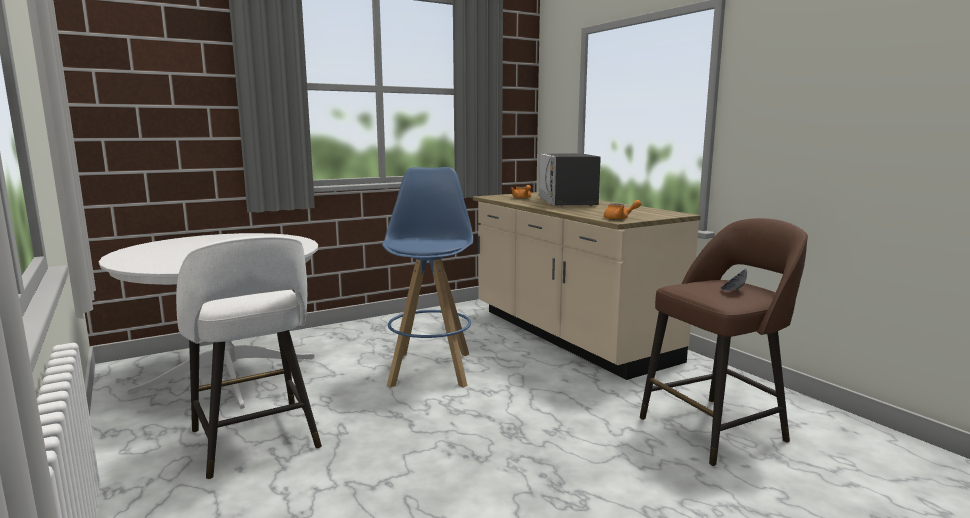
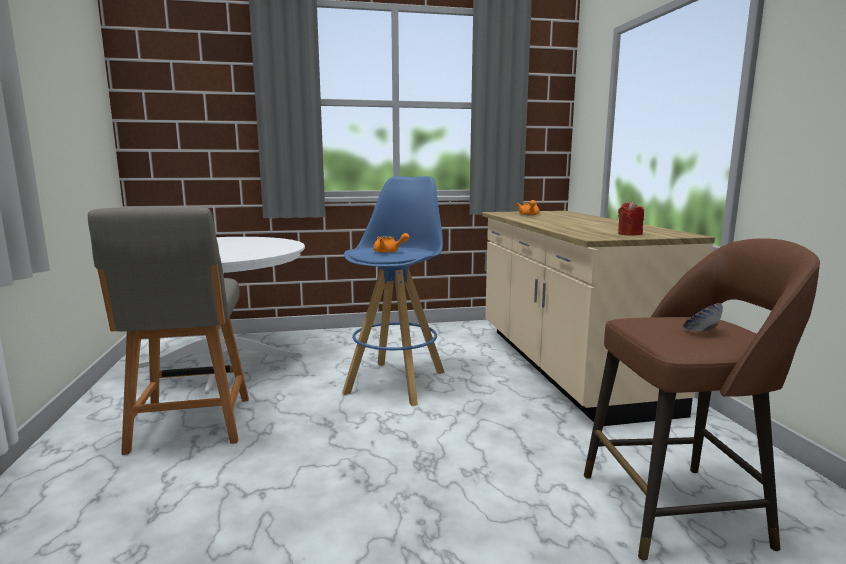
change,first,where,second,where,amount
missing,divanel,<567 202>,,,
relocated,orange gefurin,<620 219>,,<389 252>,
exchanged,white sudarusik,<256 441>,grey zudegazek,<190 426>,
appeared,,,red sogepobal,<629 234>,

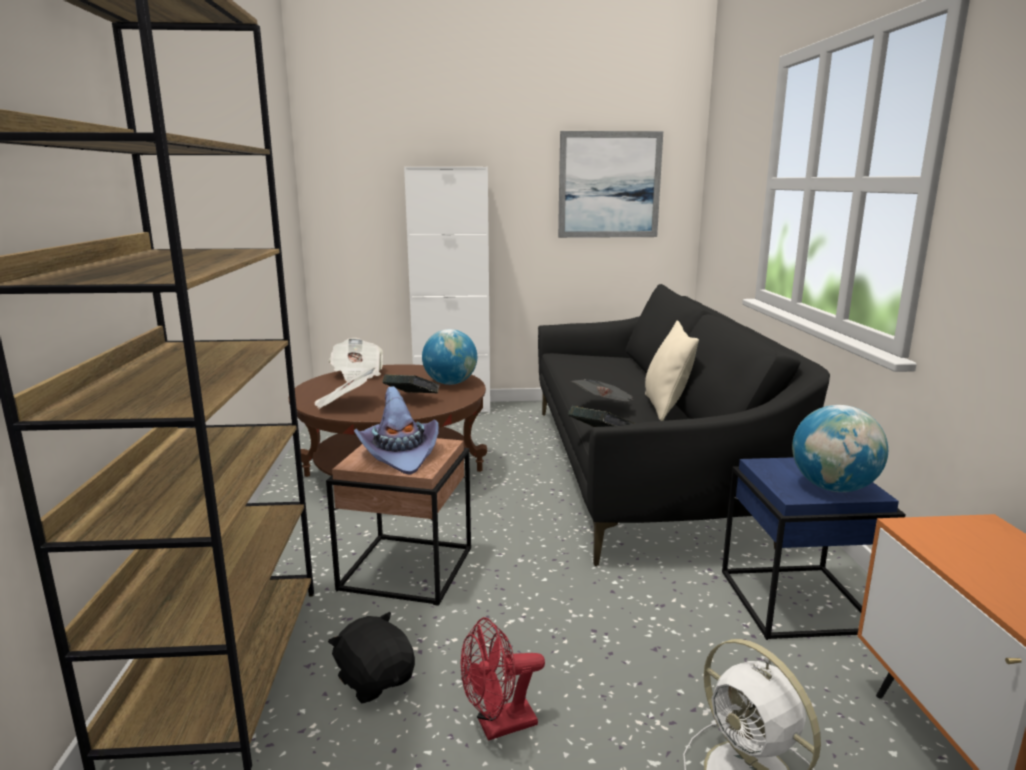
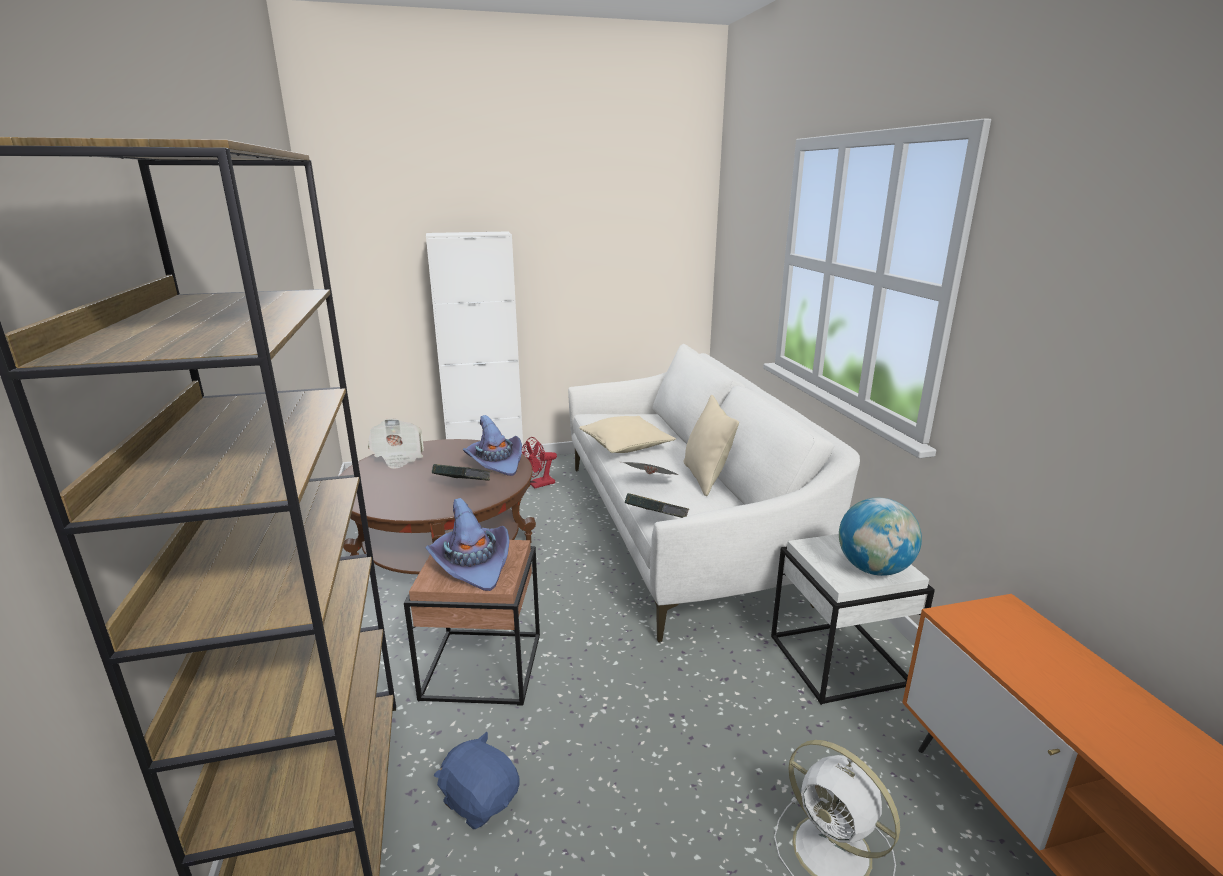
change,first,where,second,where,amount
missing,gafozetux,<609 185>,,,
colour,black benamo,<642 470>,white benamo,<680 528>,
exchanged,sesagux,<450 383>,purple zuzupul,<495 462>,
missing,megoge,<345 405>,,,
colour,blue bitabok,<798 602>,white bitabok,<840 661>,
colour,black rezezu,<375 680>,blue rezezu,<480 799>,
relocated,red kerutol,<498 726>,,<538 485>,
appeared,,,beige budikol,<626 445>,

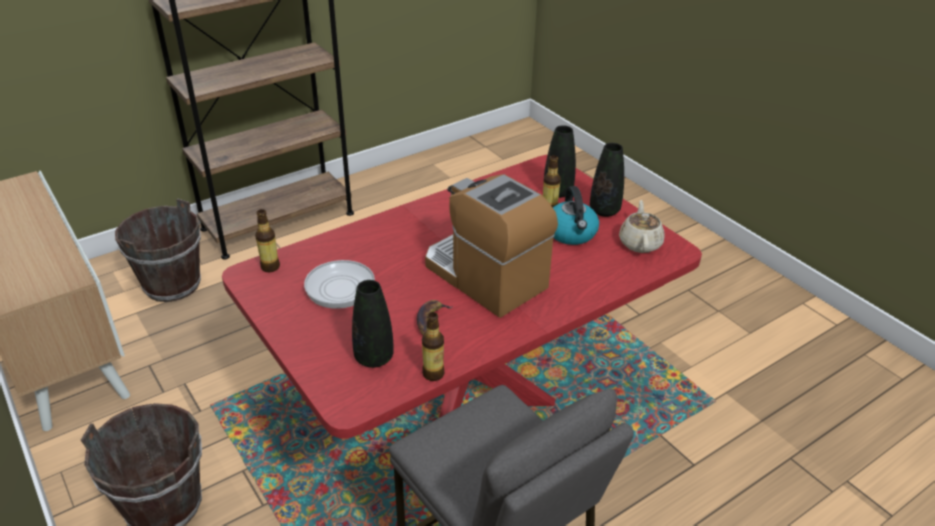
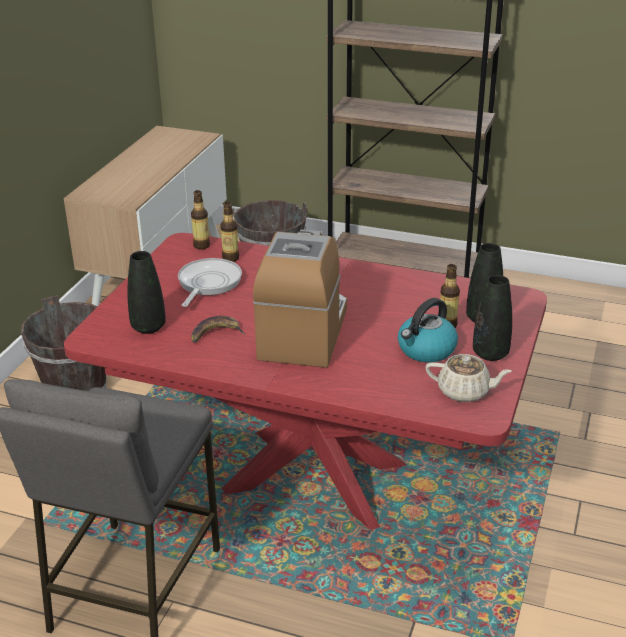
change,first,where,second,where,amount
spun,beige gefurin,<640 243>,,<465 391>,45 degrees clockwise
relocated,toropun,<433 374>,,<230 258>,

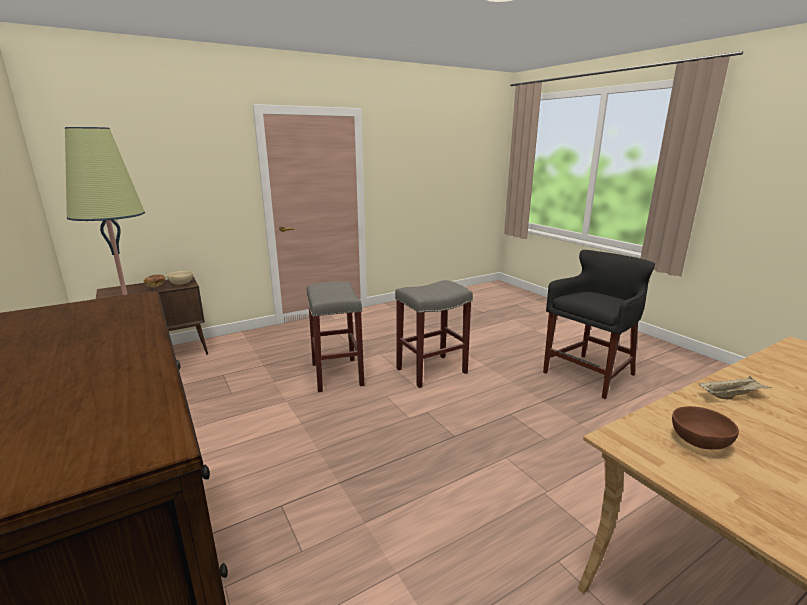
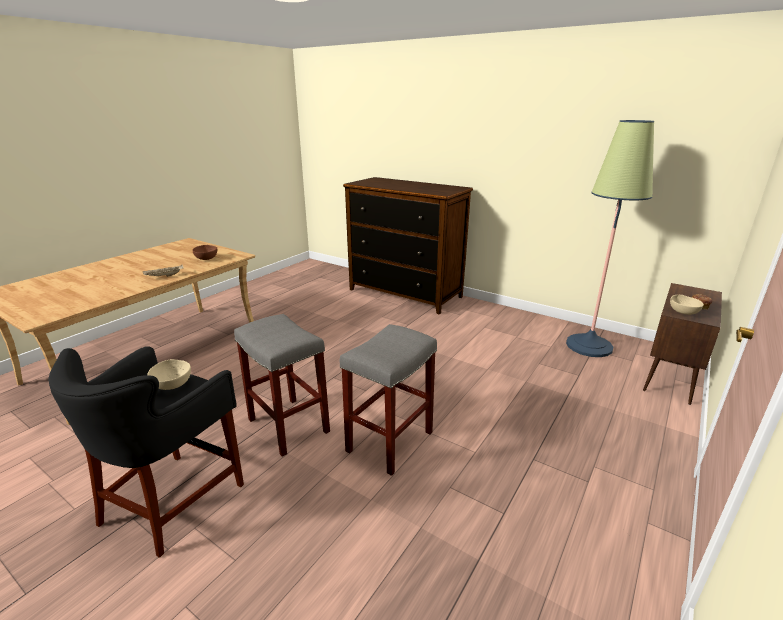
change,first,where,second,where,amount
relocated,grey sudarusik,<336 374>,,<289 426>,
appeared,,,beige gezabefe,<173 384>,

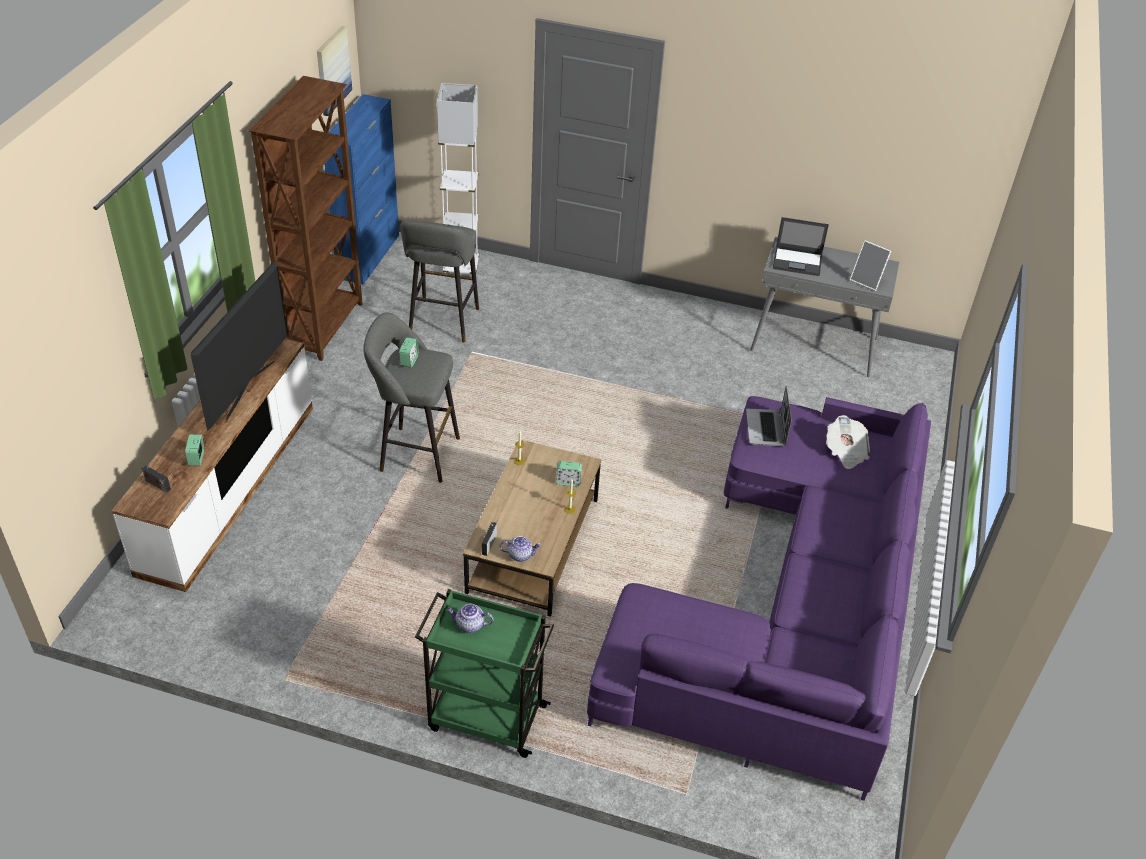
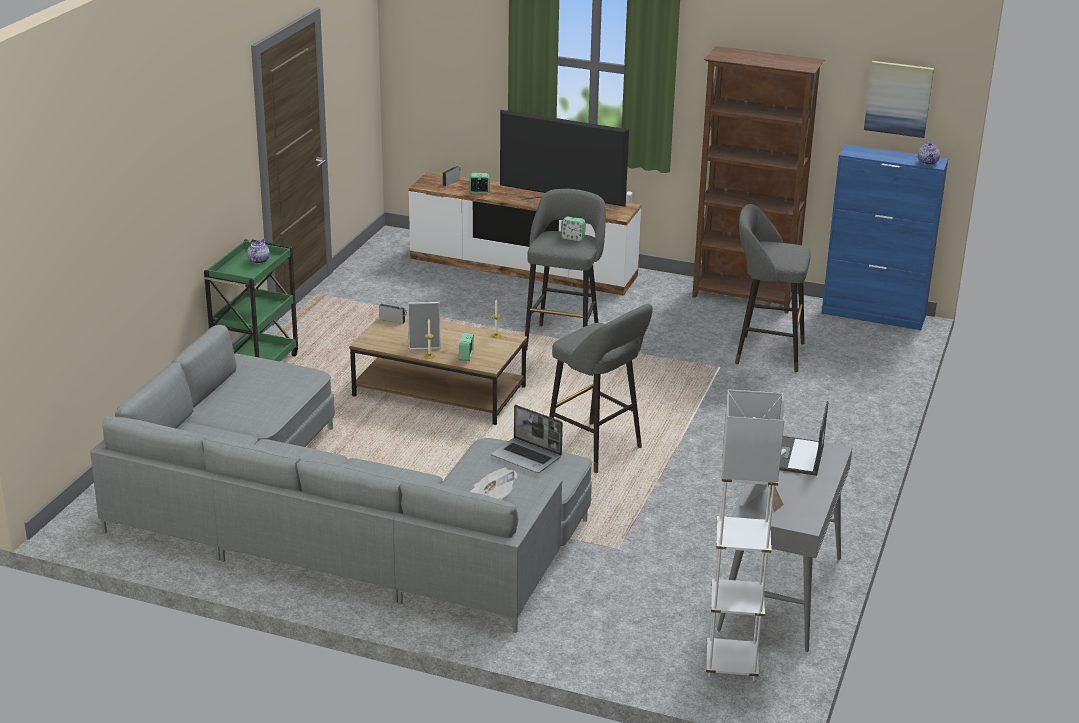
change,first,where,second,where,amount
relocated,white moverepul,<461 267>,,<731 664>,
spun,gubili,<766 429>,,<527 457>,150 degrees counterclockwise
colour,purple benamo,<790 607>,grey benamo,<334 521>,
relocated,gefurin,<520 555>,,<928 162>,
appeared,,,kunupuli,<424 344>,
appeared,,,grey sudarusik,<597 450>,

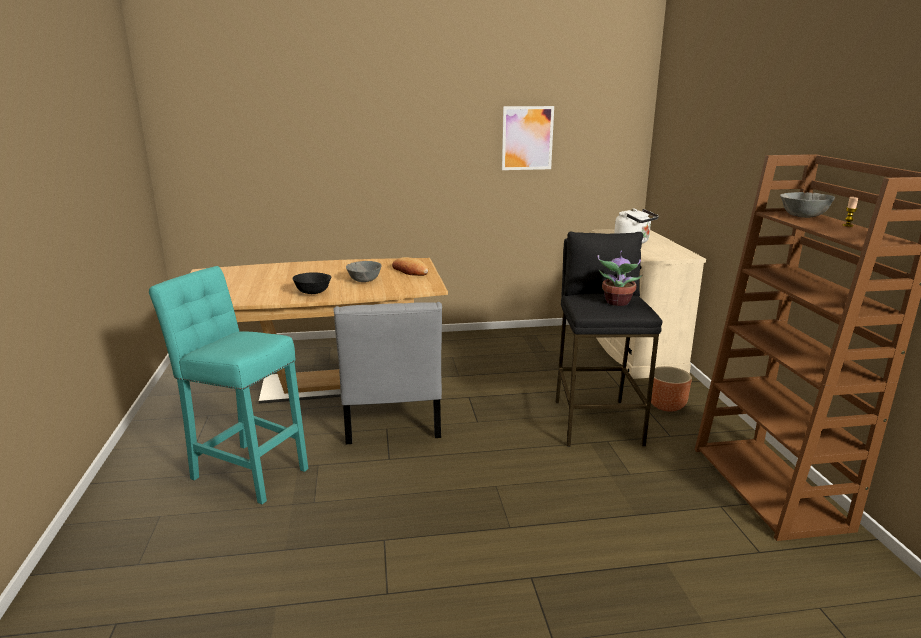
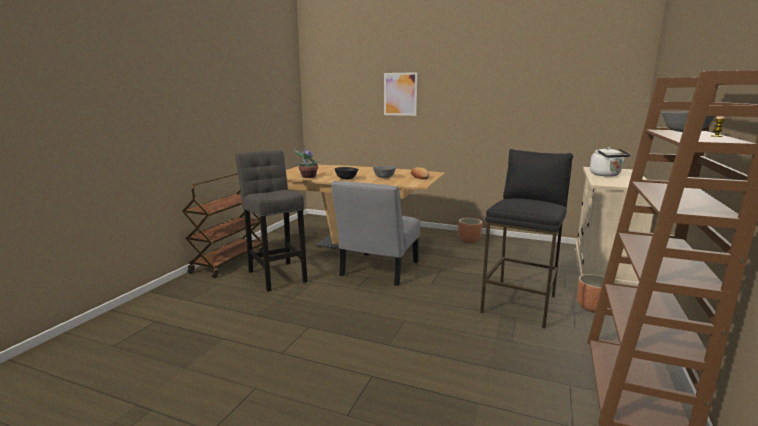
change,first,where,second,where,amount
relocated,gafozetux,<527 138>,,<400 94>,
relocated,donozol,<617 303>,,<307 177>,
colour,turquoise sudarusik,<246 471>,grey sudarusik,<277 275>,
appeared,,,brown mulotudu,<229 261>,
appeared,,,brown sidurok,<469 240>,

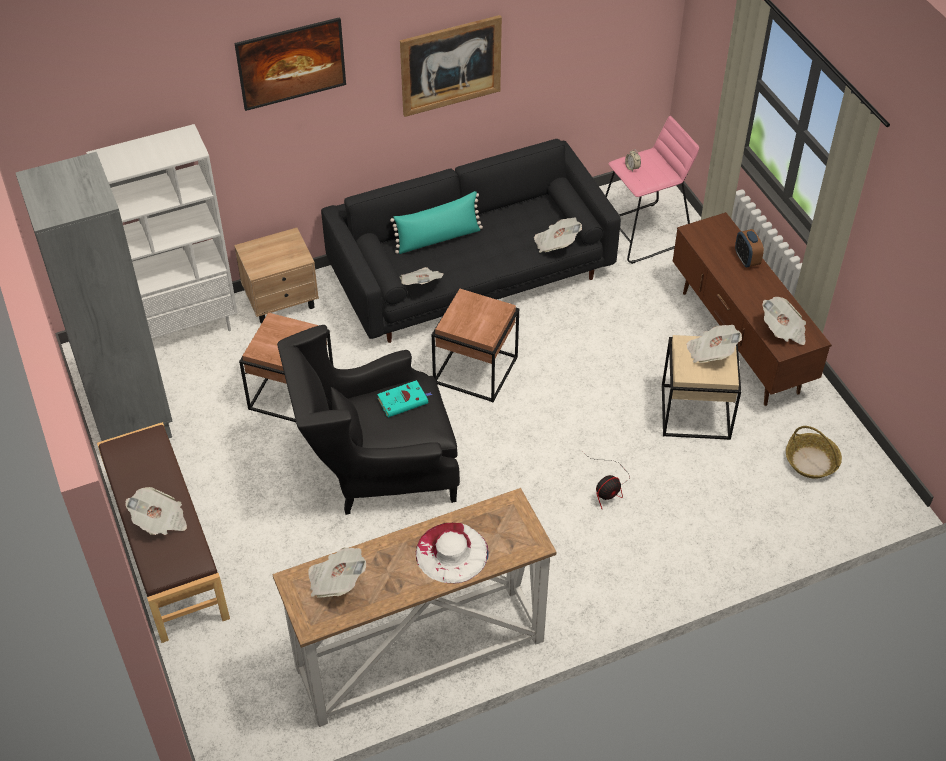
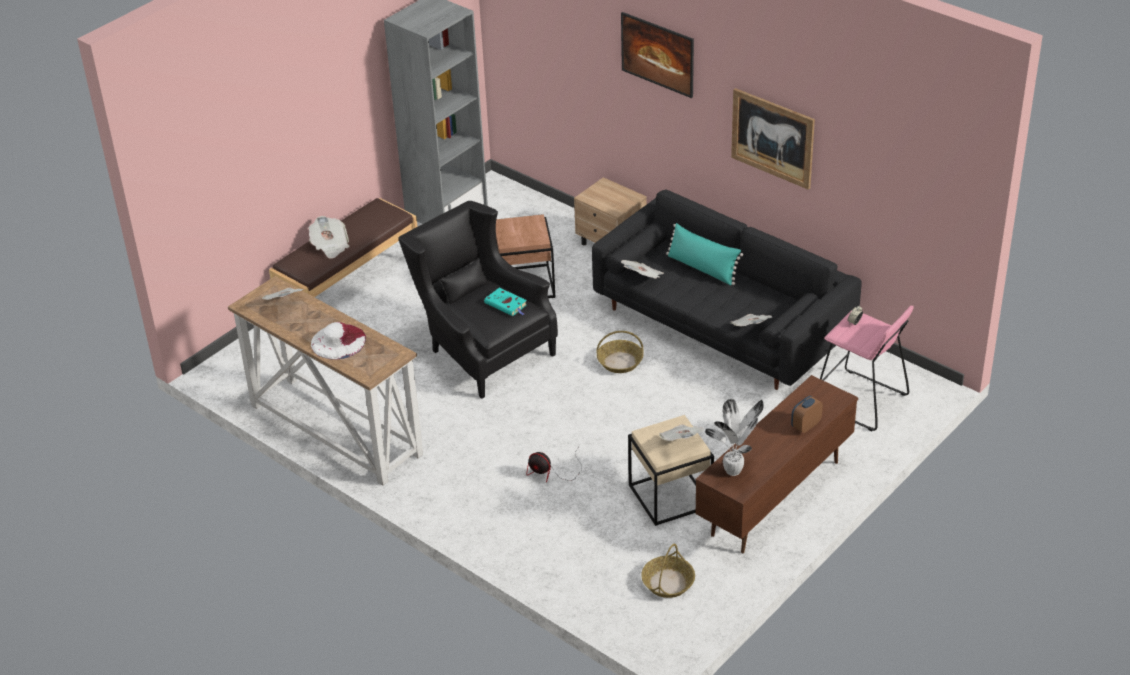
change,first,where,second,where,amount
missing,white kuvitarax,<187 328>,,,
exchanged,brown bitabok,<475 369>,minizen,<620 362>,
exchanged,megoge,<783 331>,donozol,<735 471>,

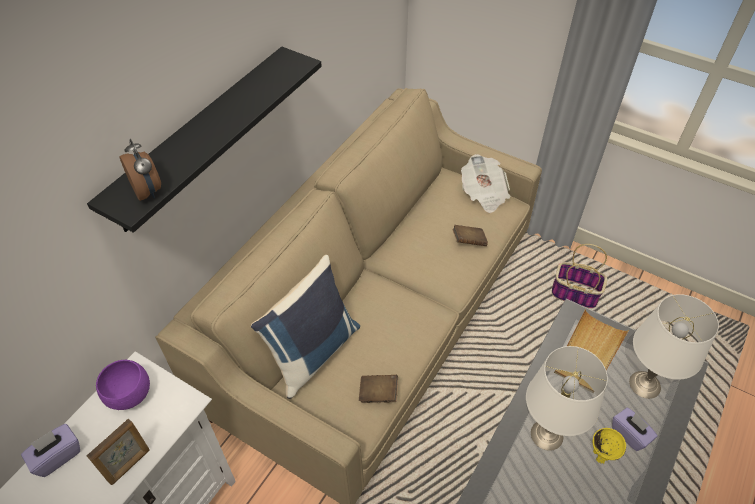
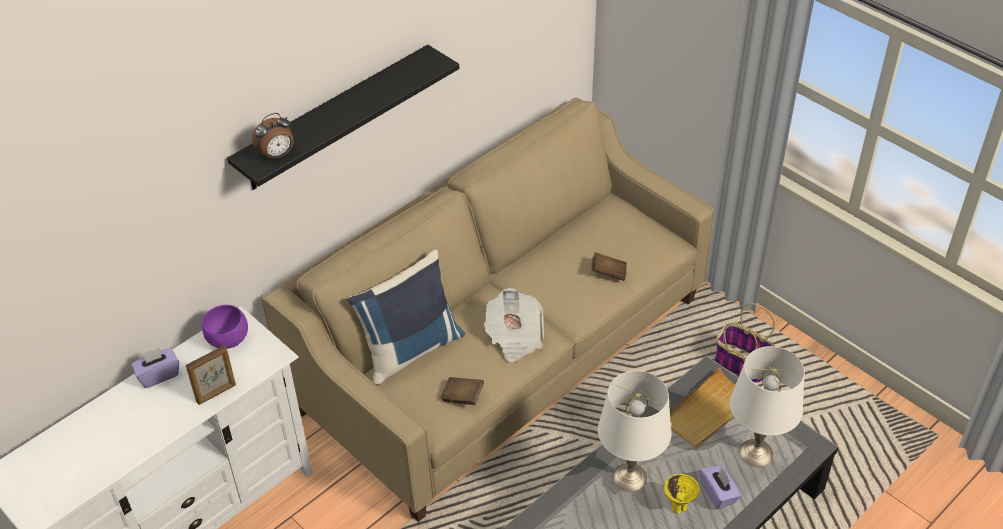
change,first,where,second,where,amount
spun,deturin,<148 191>,,<277 155>,75 degrees clockwise
relocated,megoge,<484 193>,,<514 337>,

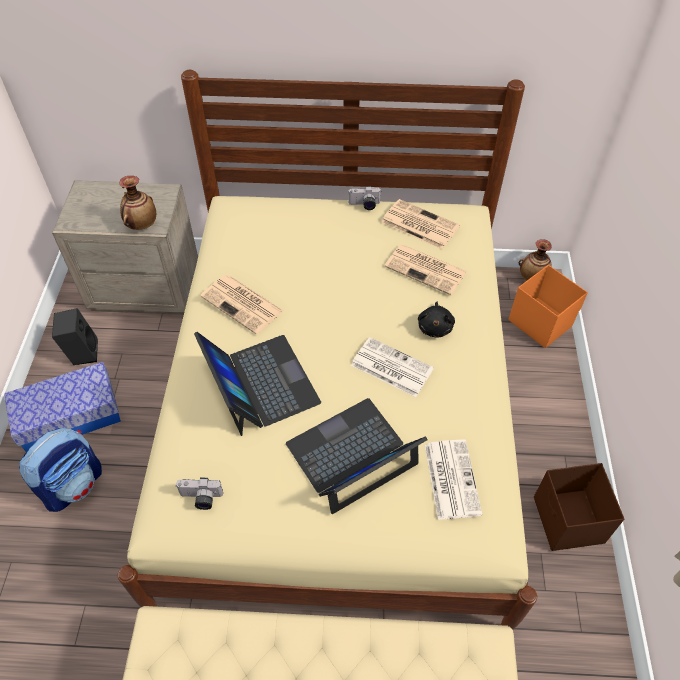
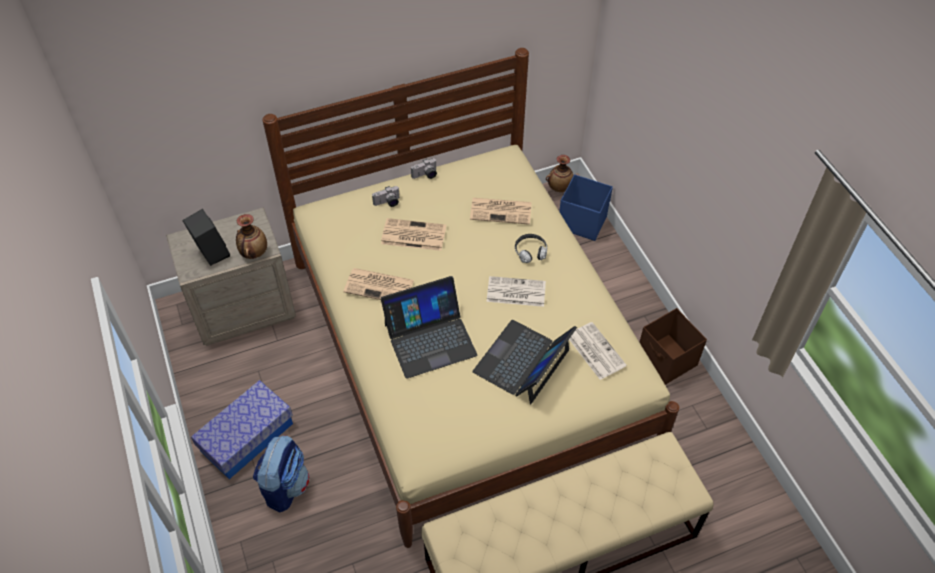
change,first,where,second,where,amount
relocated,megoge,<418 224>,,<412 235>,
colour,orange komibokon,<540 322>,blue komibokon,<582 221>,
exchanged,black rezezu,<435 327>,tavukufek,<530 252>,
relocated,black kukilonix,<82 352>,,<210 253>,
spun,gubili,<260 384>,,<430 339>,120 degrees clockwise
relocated,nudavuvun,<200 499>,,<387 203>,

